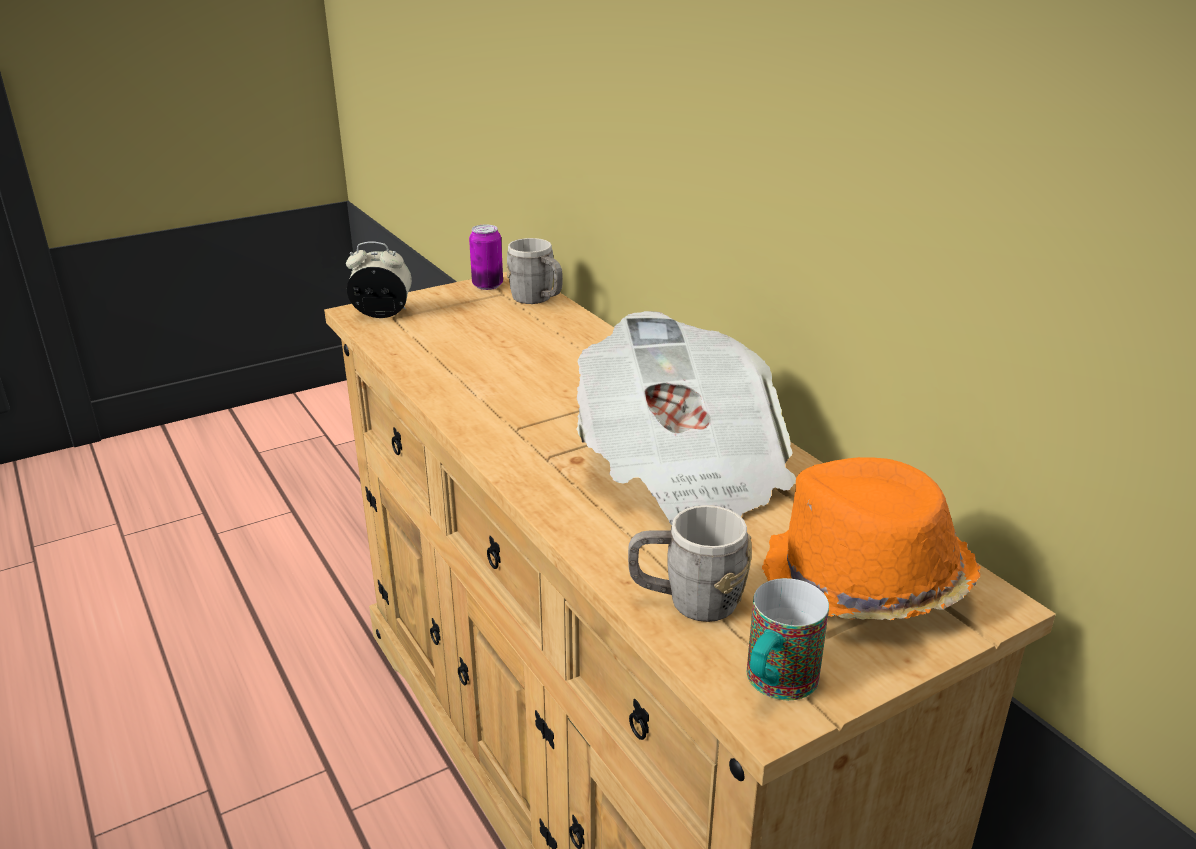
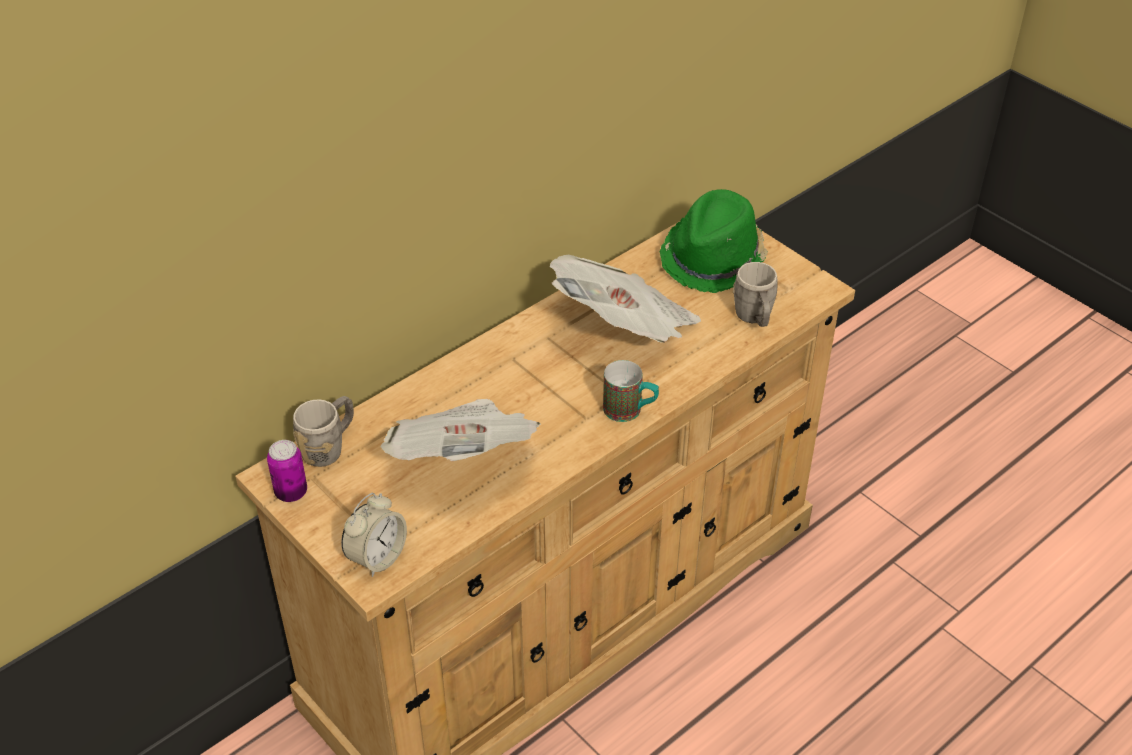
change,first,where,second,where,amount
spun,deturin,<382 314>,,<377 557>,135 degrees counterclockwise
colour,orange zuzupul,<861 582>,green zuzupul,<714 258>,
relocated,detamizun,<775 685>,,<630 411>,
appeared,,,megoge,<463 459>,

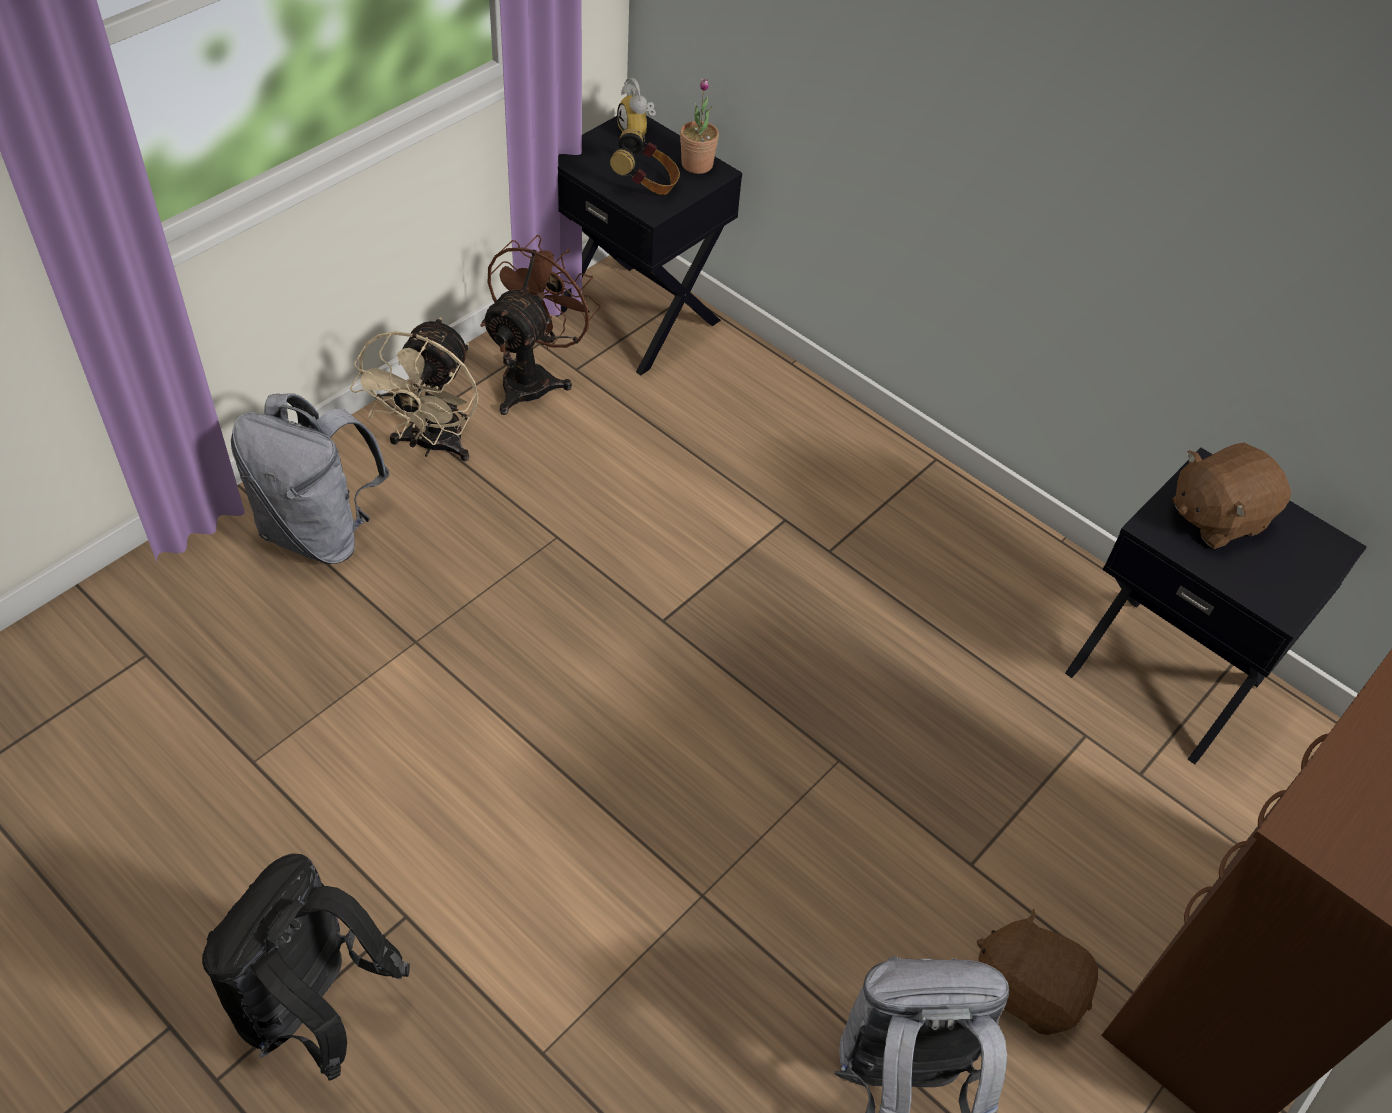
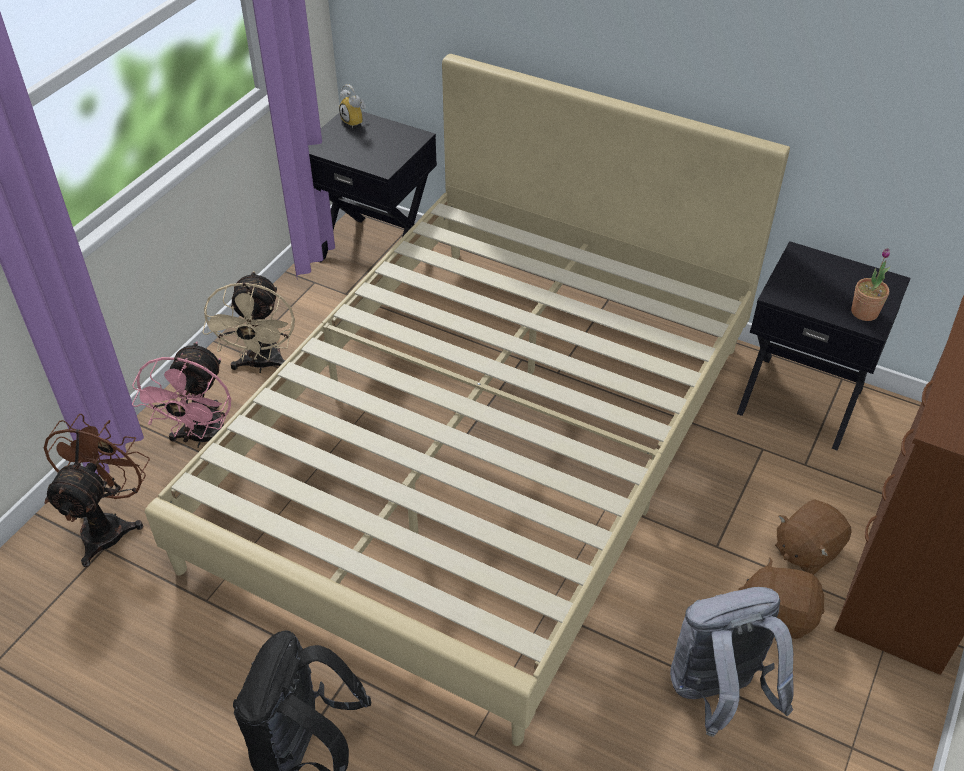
change,first,where,second,where,amount
relocated,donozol,<697 164>,,<864 312>,
missing,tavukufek,<646 185>,,,
relocated,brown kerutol,<534 378>,,<109 525>,
exchanged,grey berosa,<320 532>,pink kerutol,<202 438>,
relocated,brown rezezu,<1216 516>,,<806 550>,
appeared,,,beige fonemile,<483 449>,

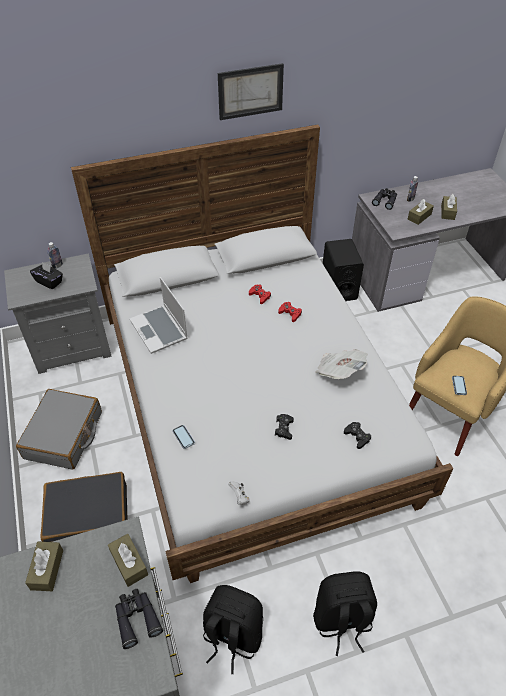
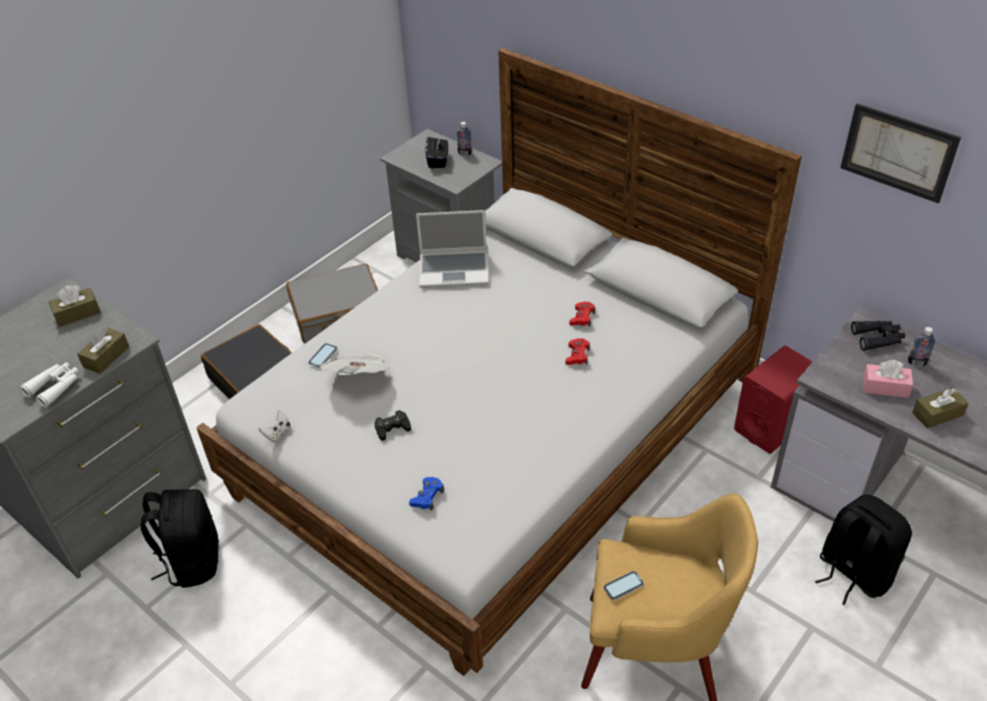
change,first,where,second,where,amount
relocated,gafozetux,<250 91>,,<898 152>,
colour,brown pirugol,<419 217>,pink pirugol,<885 387>,
colour,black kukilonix,<338 288>,red kukilonix,<771 426>,
spun,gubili,<160 330>,,<455 270>,120 degrees counterclockwise
relocated,megoge,<339 371>,,<359 377>,
colour,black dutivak,<357 437>,blue dutivak,<427 497>,
relocated,black berosa,<342 621>,,<853 572>,
colour,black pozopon,<137 618>,white pozopon,<55 387>,

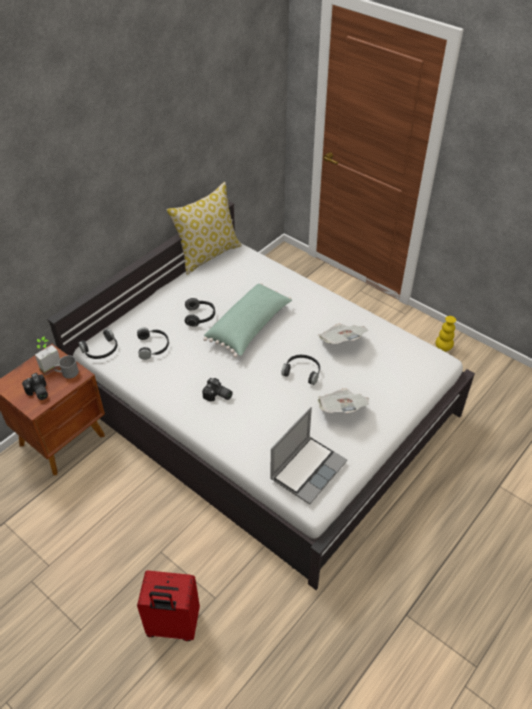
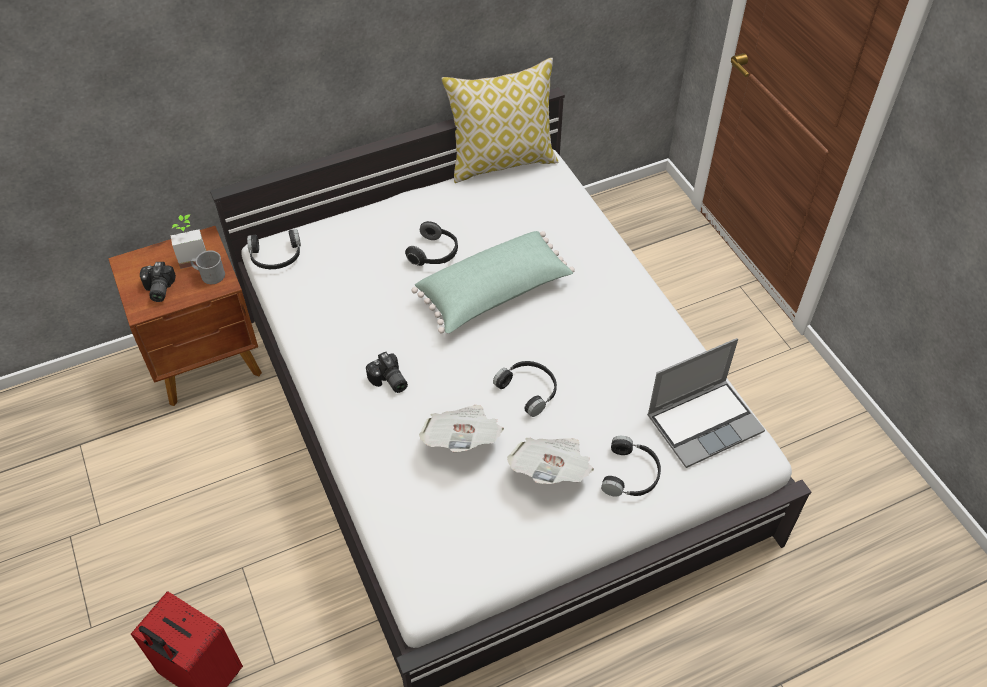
change,first,where,second,where,amount
missing,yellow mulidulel,<443 348>,,,
relocated,megoge,<341 342>,,<462 440>,
relocated,black tavukufek,<154 346>,,<632 474>,
relocated,gubili,<308 469>,,<704 422>,

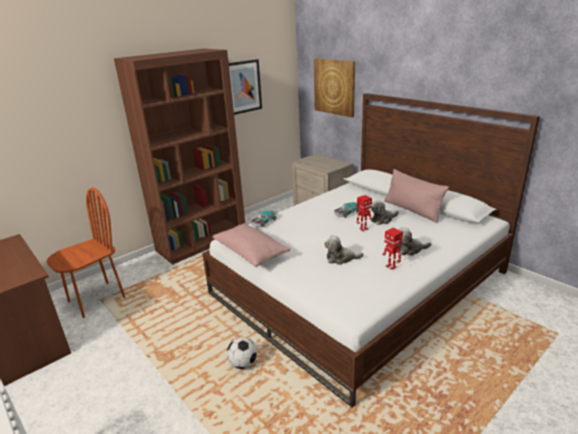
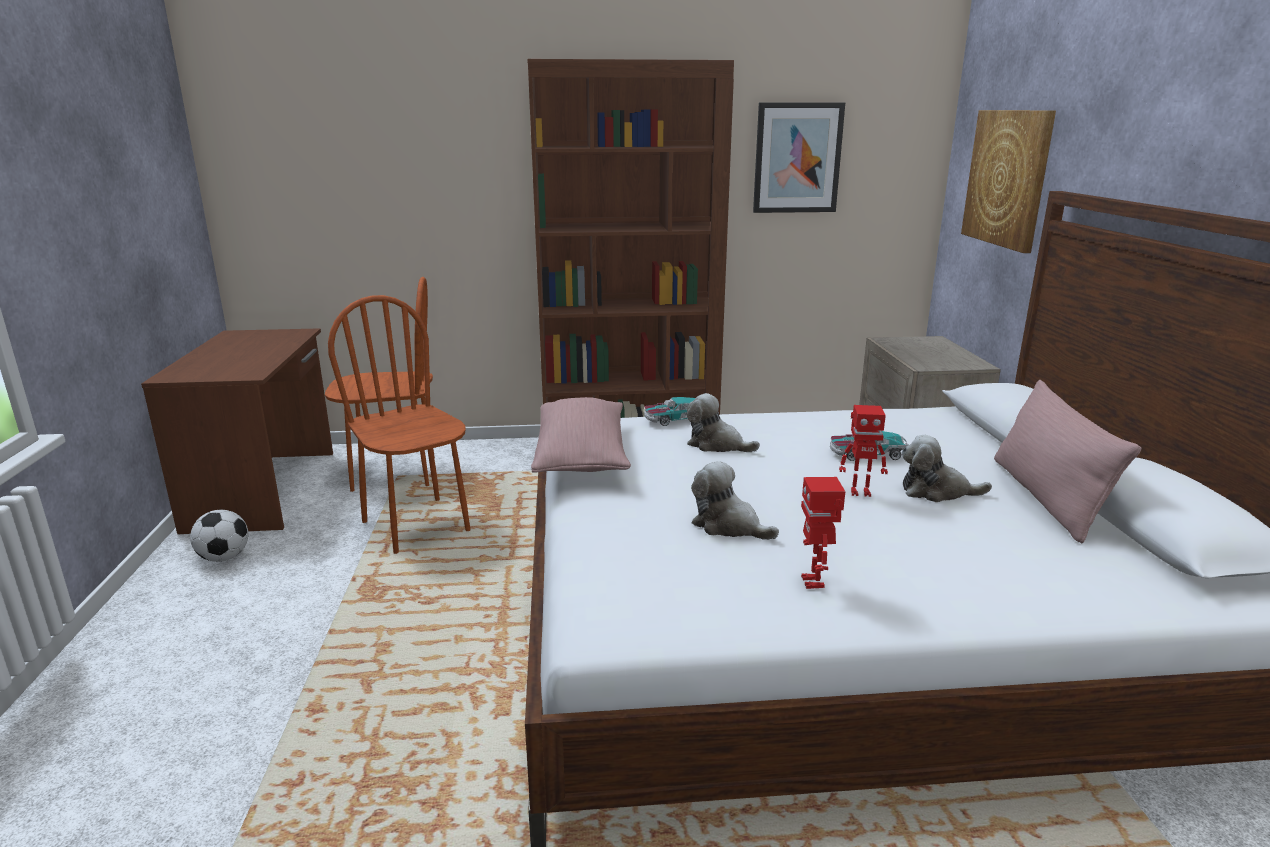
change,first,where,second,where,amount
relocated,rezezu,<410 249>,,<716 445>,
relocated,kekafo,<243 364>,,<224 557>,
appeared,,,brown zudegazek,<417 526>,

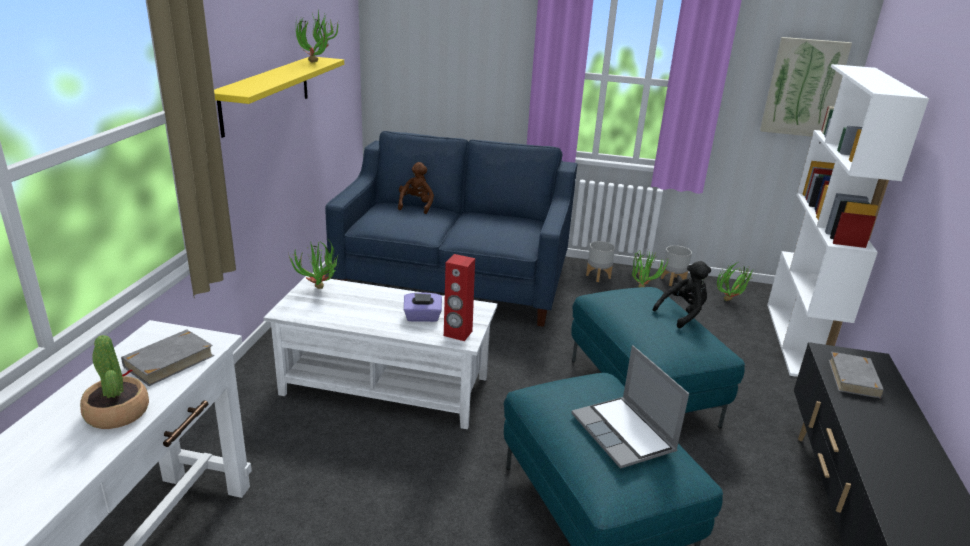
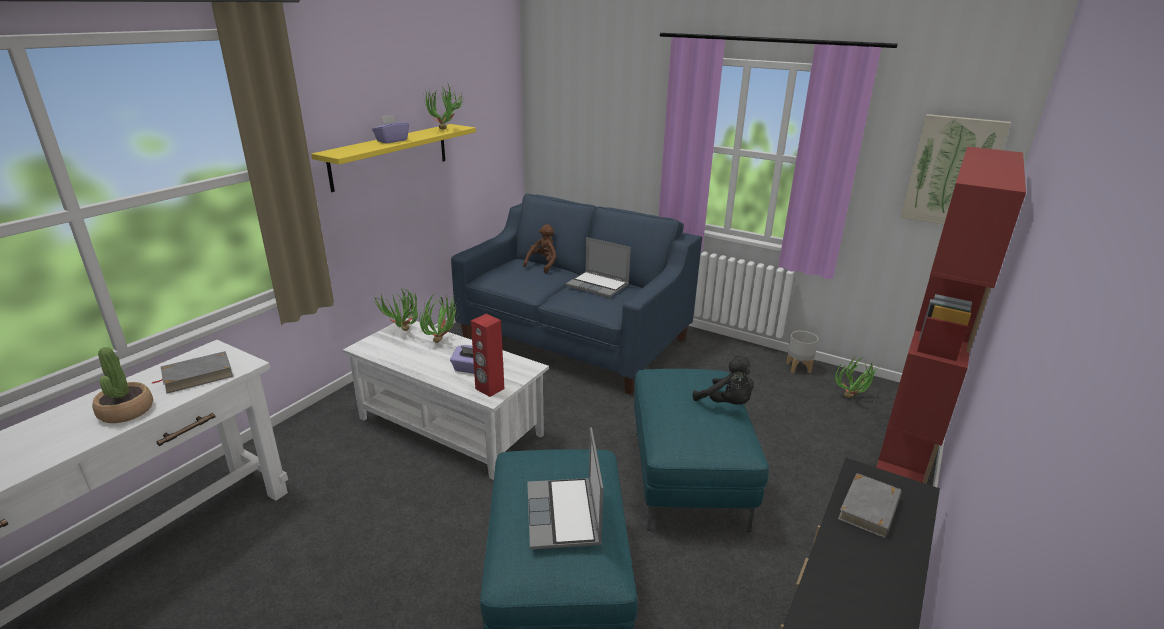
change,first,where,second,where,amount
colour,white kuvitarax,<798 340>,red kuvitarax,<906 454>,
missing,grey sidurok,<598 276>,,,
relocated,donozol,<642 287>,,<443 340>,
spun,black rezezu,<683 314>,,<726 404>,60 degrees clockwise
appeared,,,purple pirugol,<392 140>,
appeared,,,gubili,<598 285>,

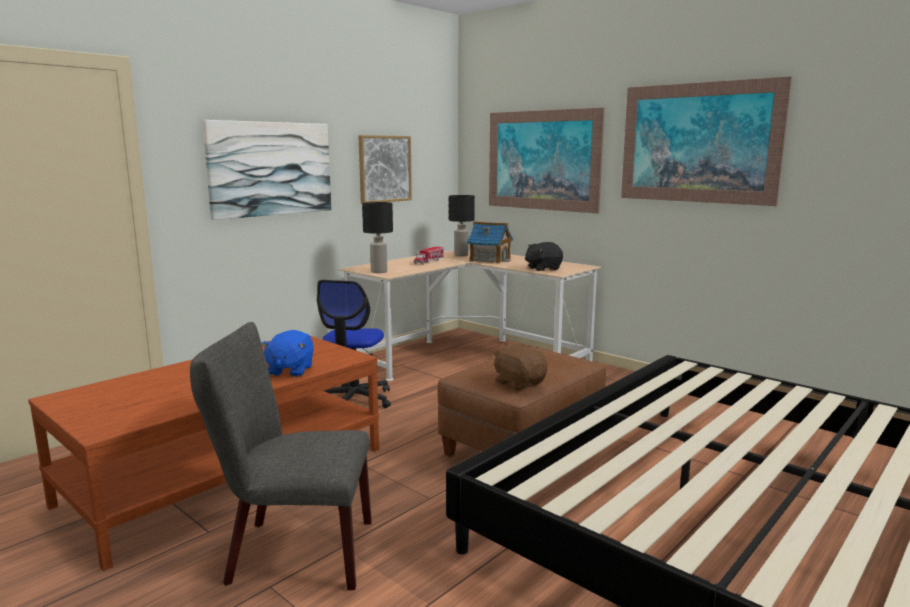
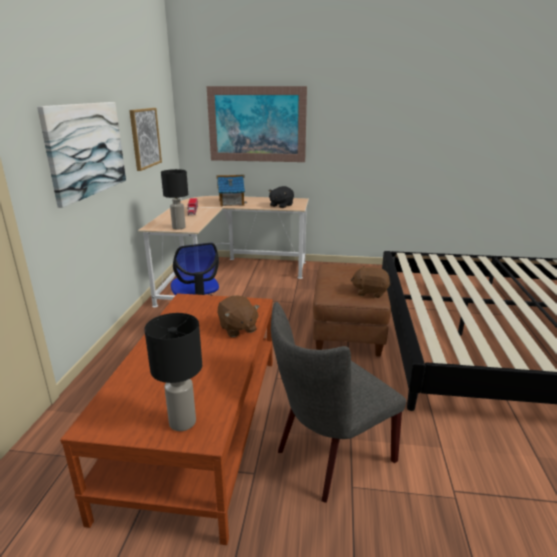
change,first,where,second,where,amount
missing,gafozetux,<698 143>,,,
relocated,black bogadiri,<461 255>,,<181 422>,
colour,blue rezezu,<290 370>,brown rezezu,<237 328>,

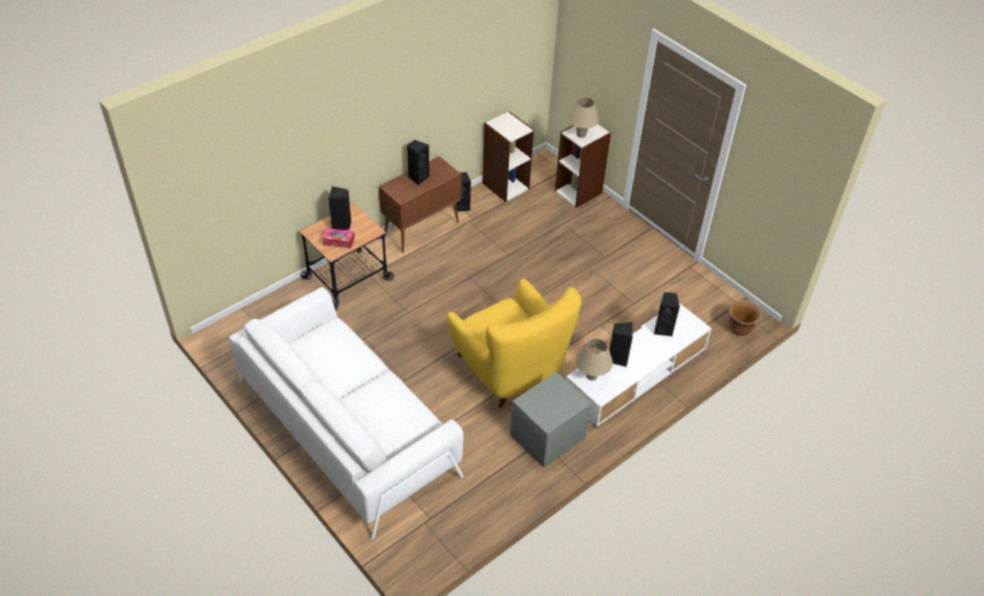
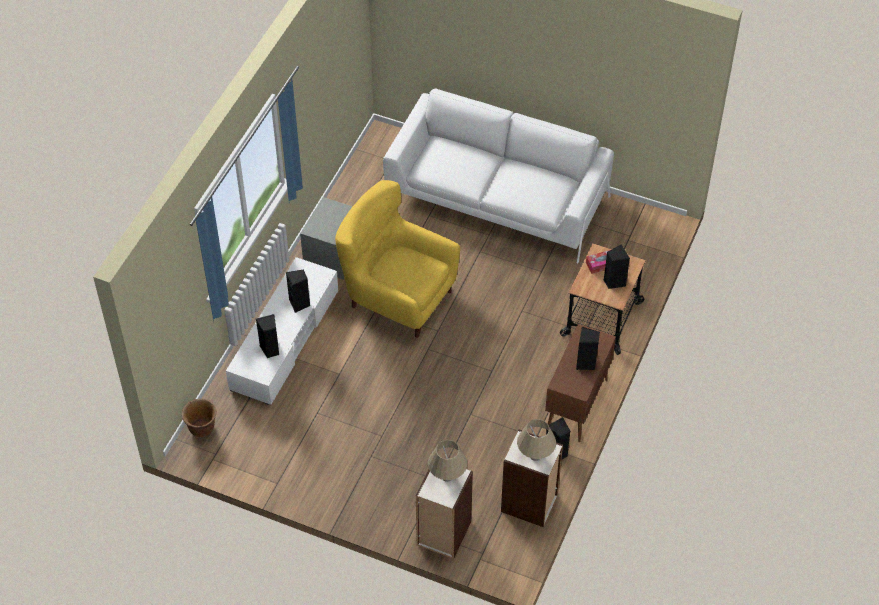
change,first,where,second,where,amount
relocated,beige bogadiri,<591 376>,,<535 456>,

